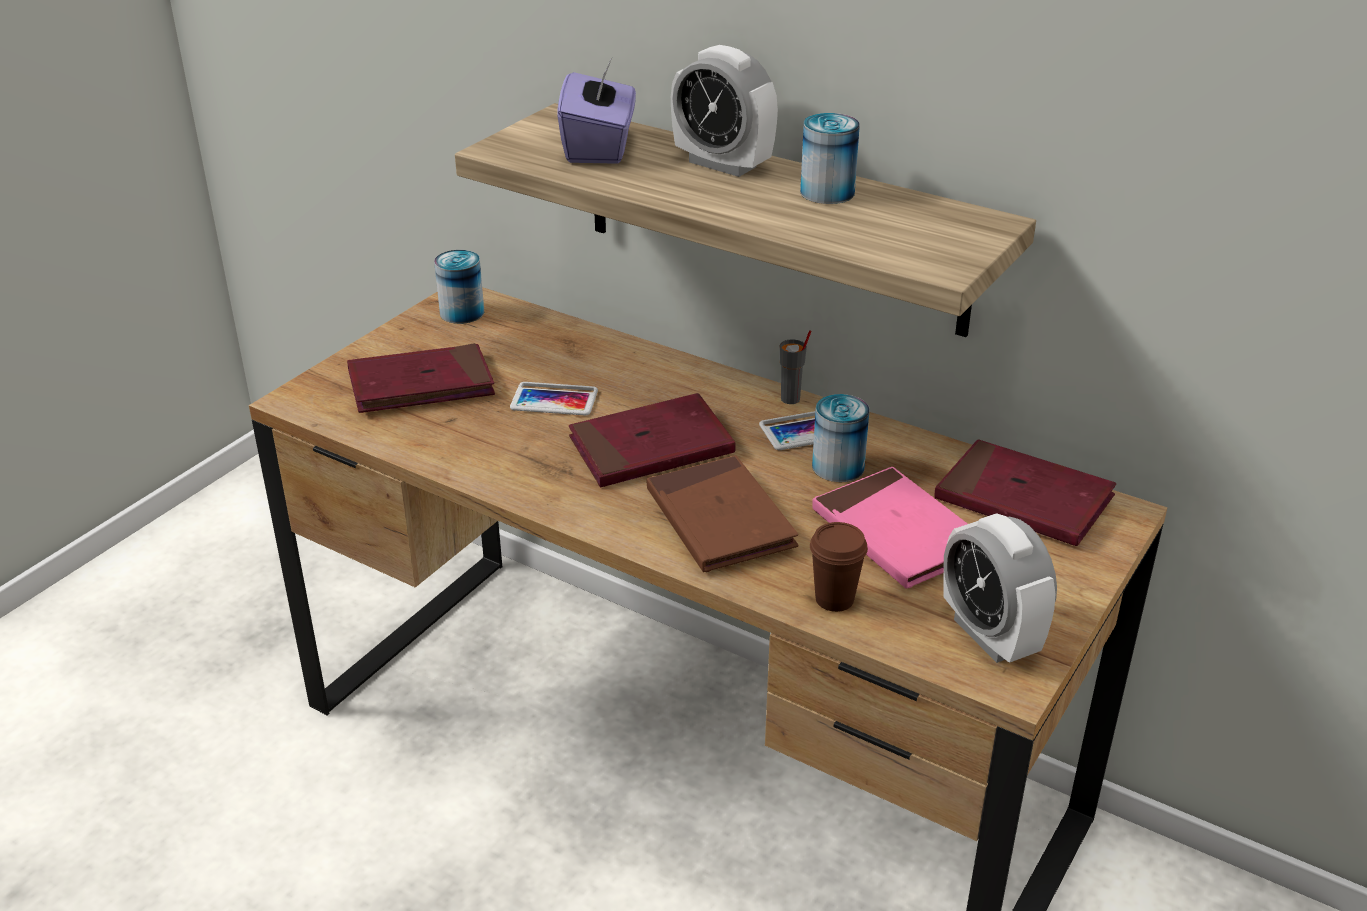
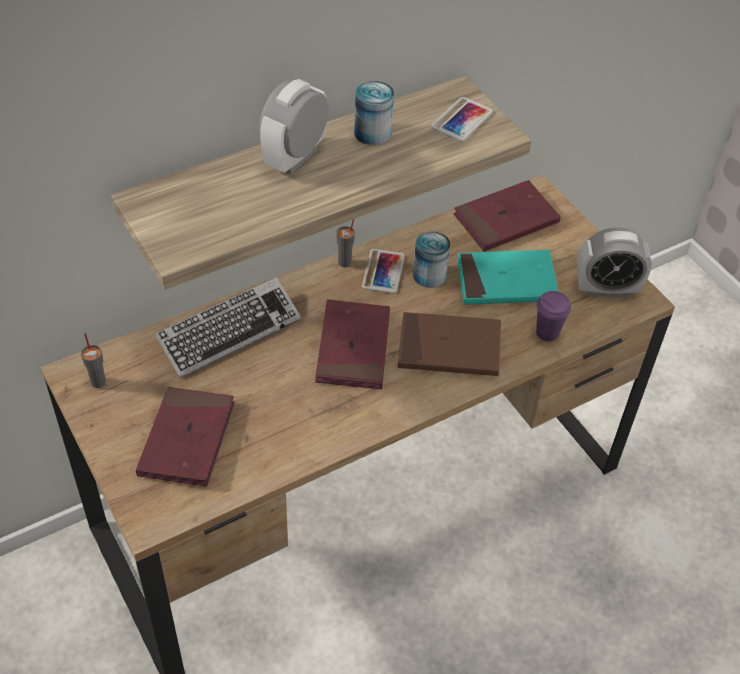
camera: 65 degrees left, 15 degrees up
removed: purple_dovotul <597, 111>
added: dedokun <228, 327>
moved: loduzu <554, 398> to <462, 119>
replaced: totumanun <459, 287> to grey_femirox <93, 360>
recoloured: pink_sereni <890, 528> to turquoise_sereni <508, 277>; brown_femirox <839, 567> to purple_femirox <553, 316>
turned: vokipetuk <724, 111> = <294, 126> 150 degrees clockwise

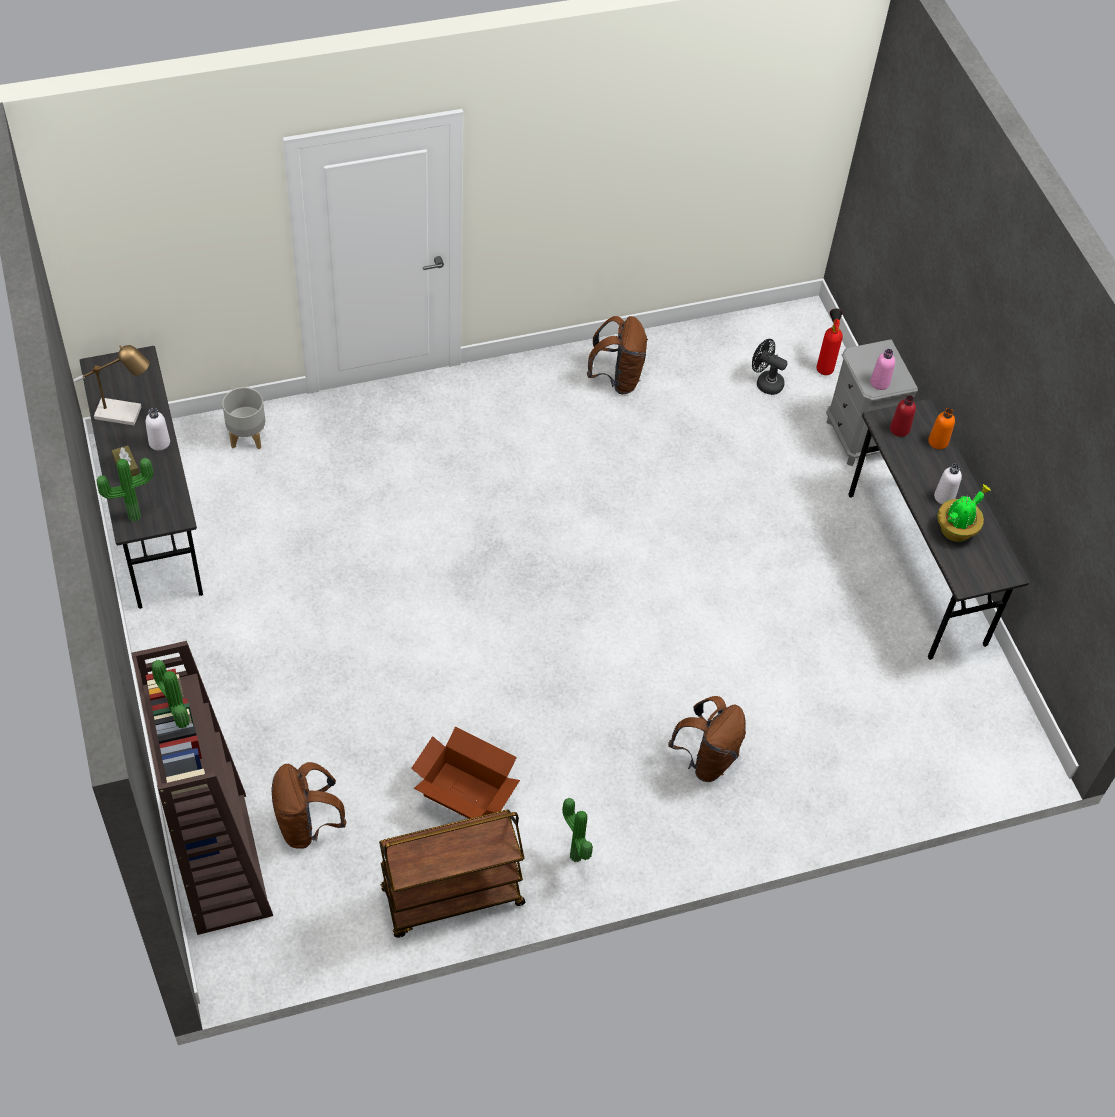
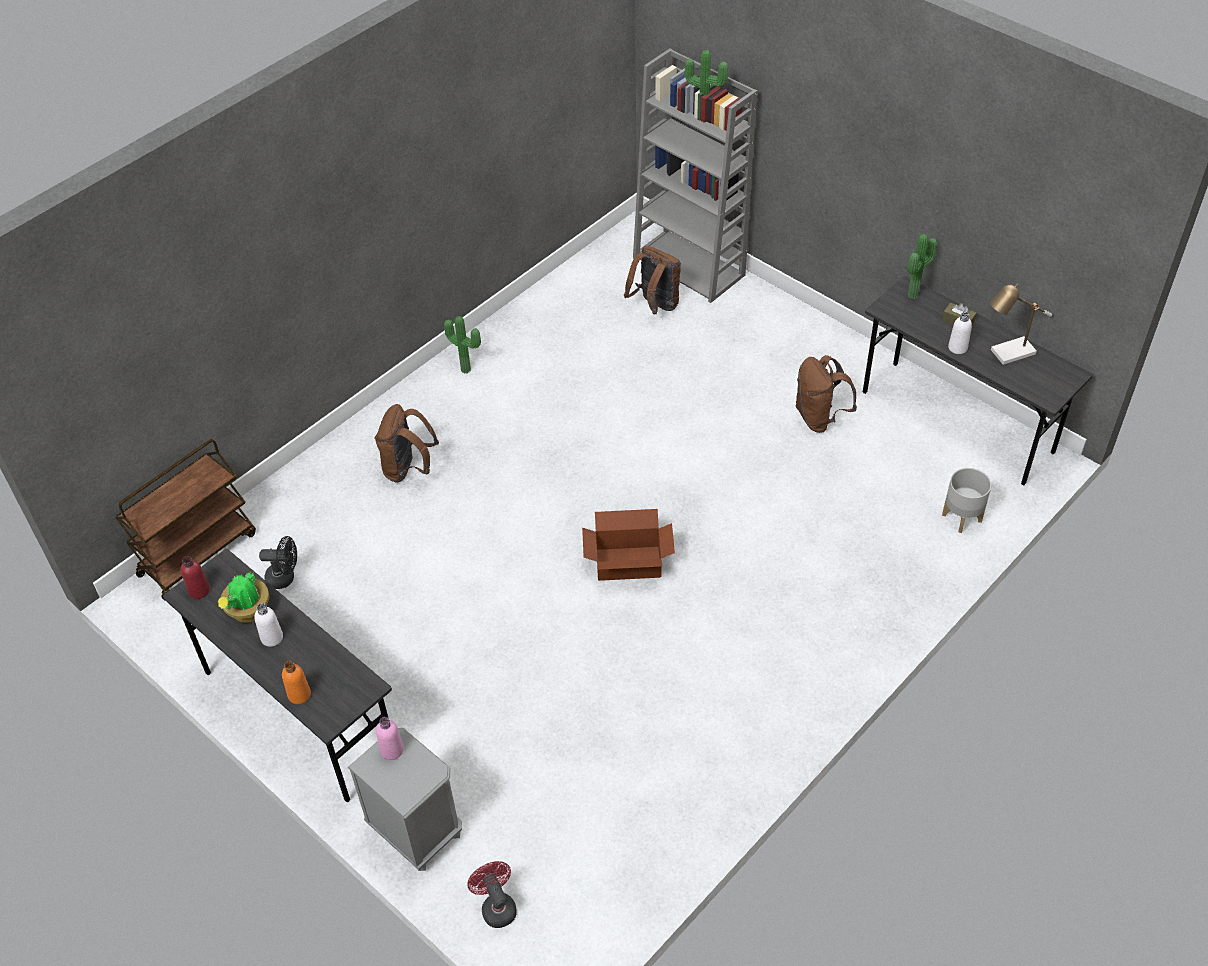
camera: 155 degrees right, 5 degrees down
moved: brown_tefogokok <617, 355> to <826, 394>; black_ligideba <770, 367> to <278, 562>; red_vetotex <903, 416> to <195, 577>; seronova <465, 773> to <628, 545>; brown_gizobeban <452, 873> to <185, 519>
replaced: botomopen <829, 341> to red_ligideba <492, 894>
recoloured: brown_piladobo <202, 788> to grey_piladobo <695, 176>

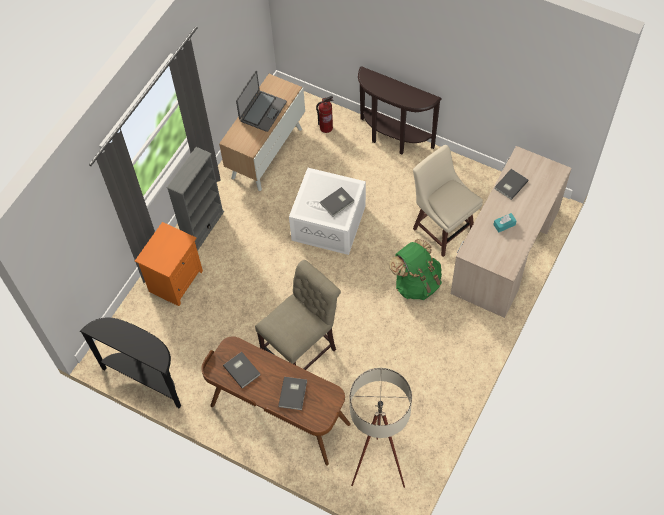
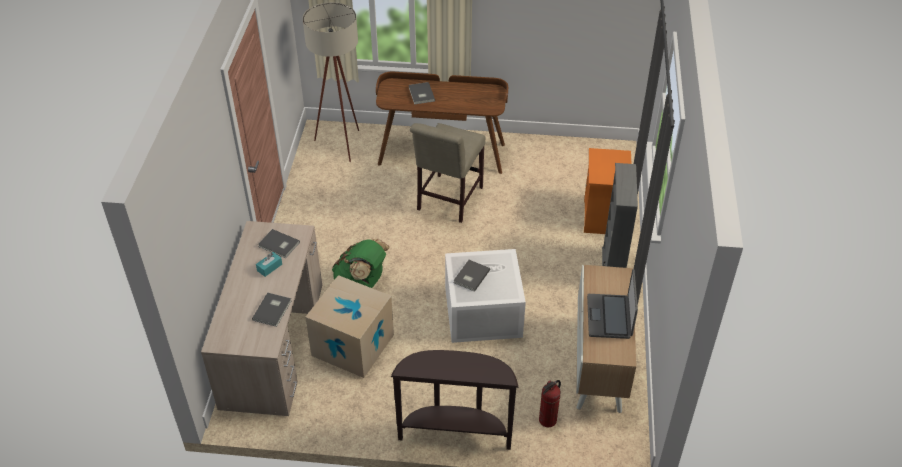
camera: 155 degrees right, 15 degrees down
removed: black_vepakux <130, 363>
moved: grey_sereni <241, 370> to <279, 243>
replaced: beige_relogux <448, 201> to seronova <349, 326>

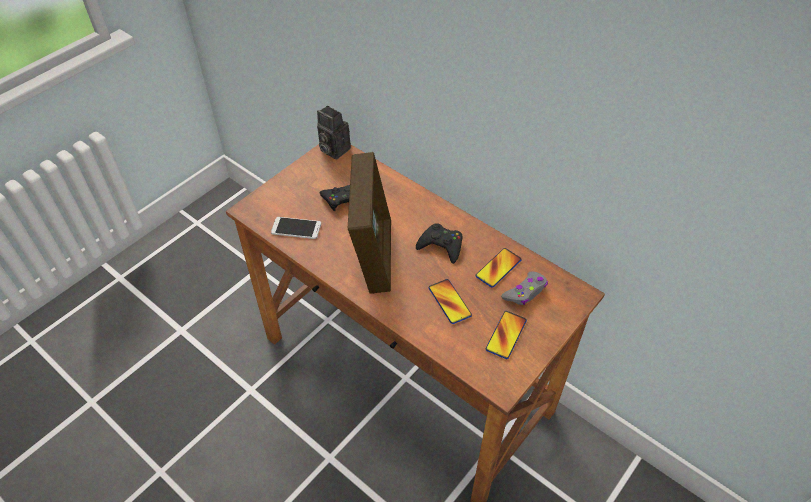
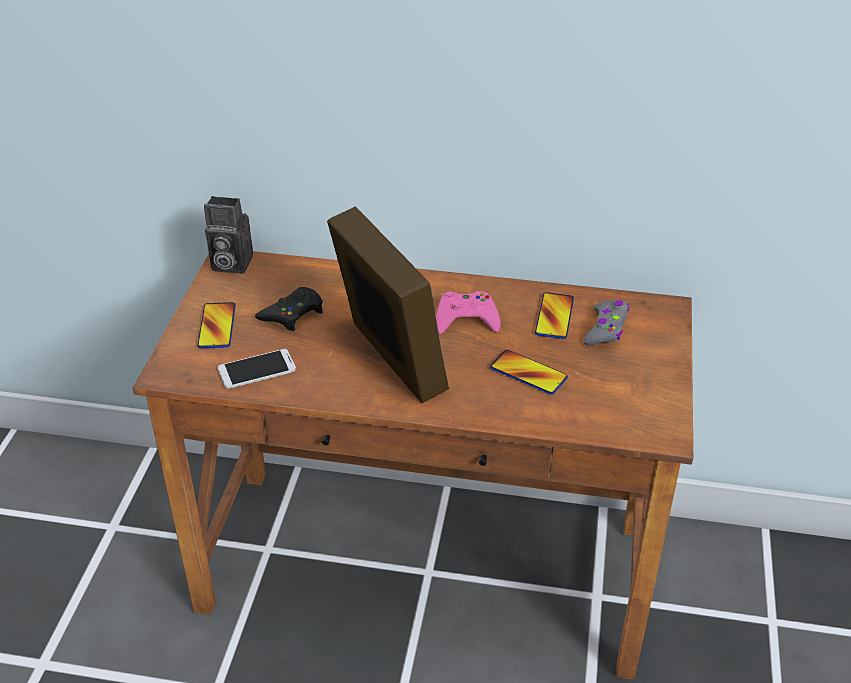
camera: 30 degrees left, 10 degrees down
moved: loduzu <506, 335> to <216, 325>
recoloured: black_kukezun <439, 243> to pink_kukezun <468, 312>

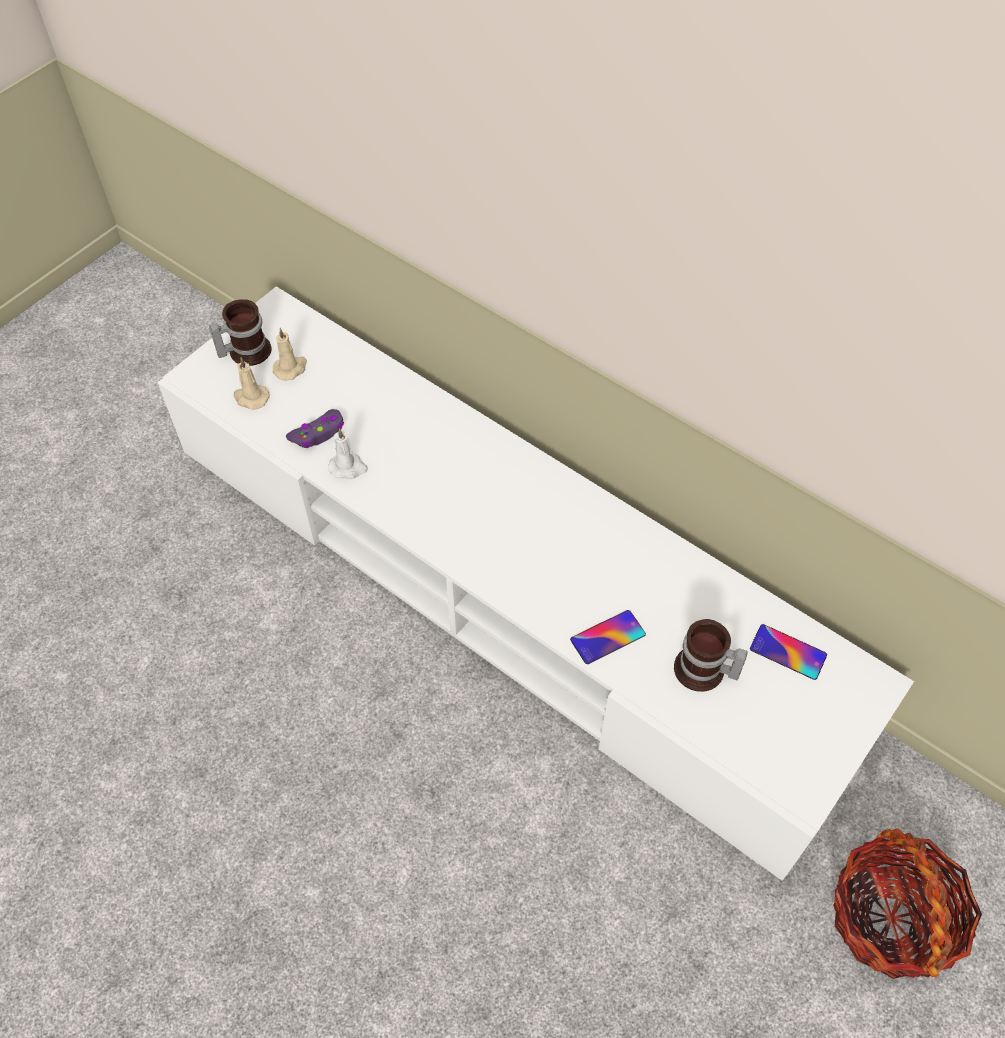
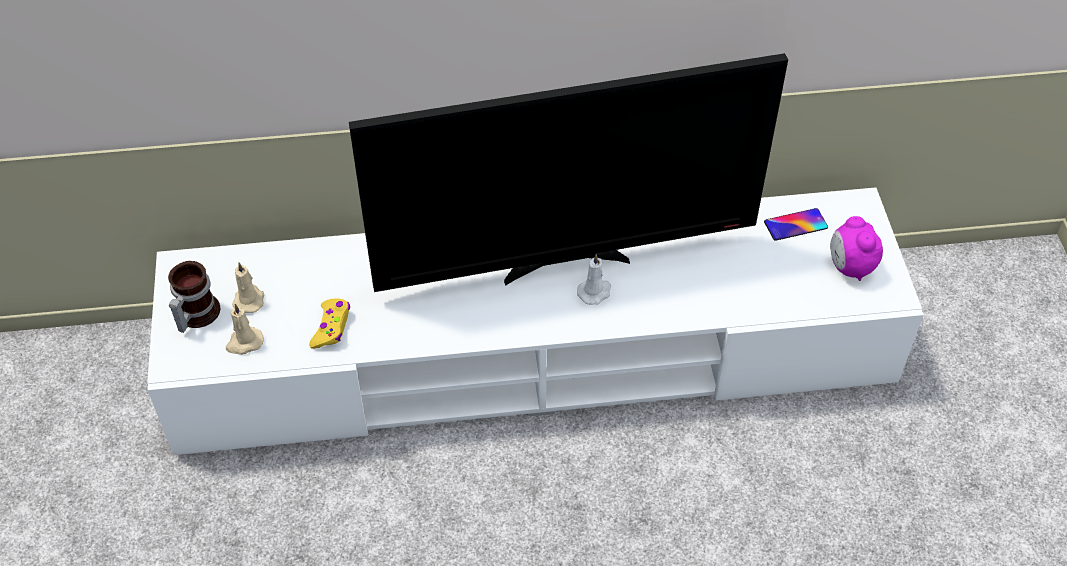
camera: 45 degrees left, 5 degrees down
removed: loduzu <608, 637>; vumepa <711, 655>; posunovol <907, 903>
added: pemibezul <568, 172>; vokipetuk <856, 248>
moved: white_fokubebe <348, 453> to <594, 279>
recoloured: purple_kukezun <315, 428> to yellow_kukezun <329, 324>

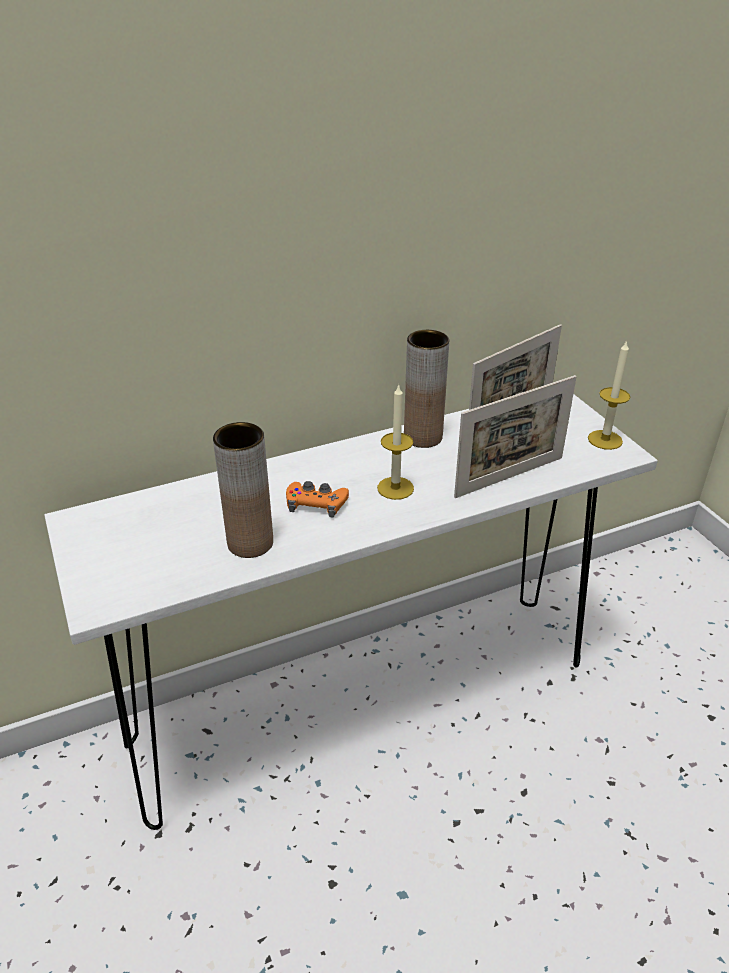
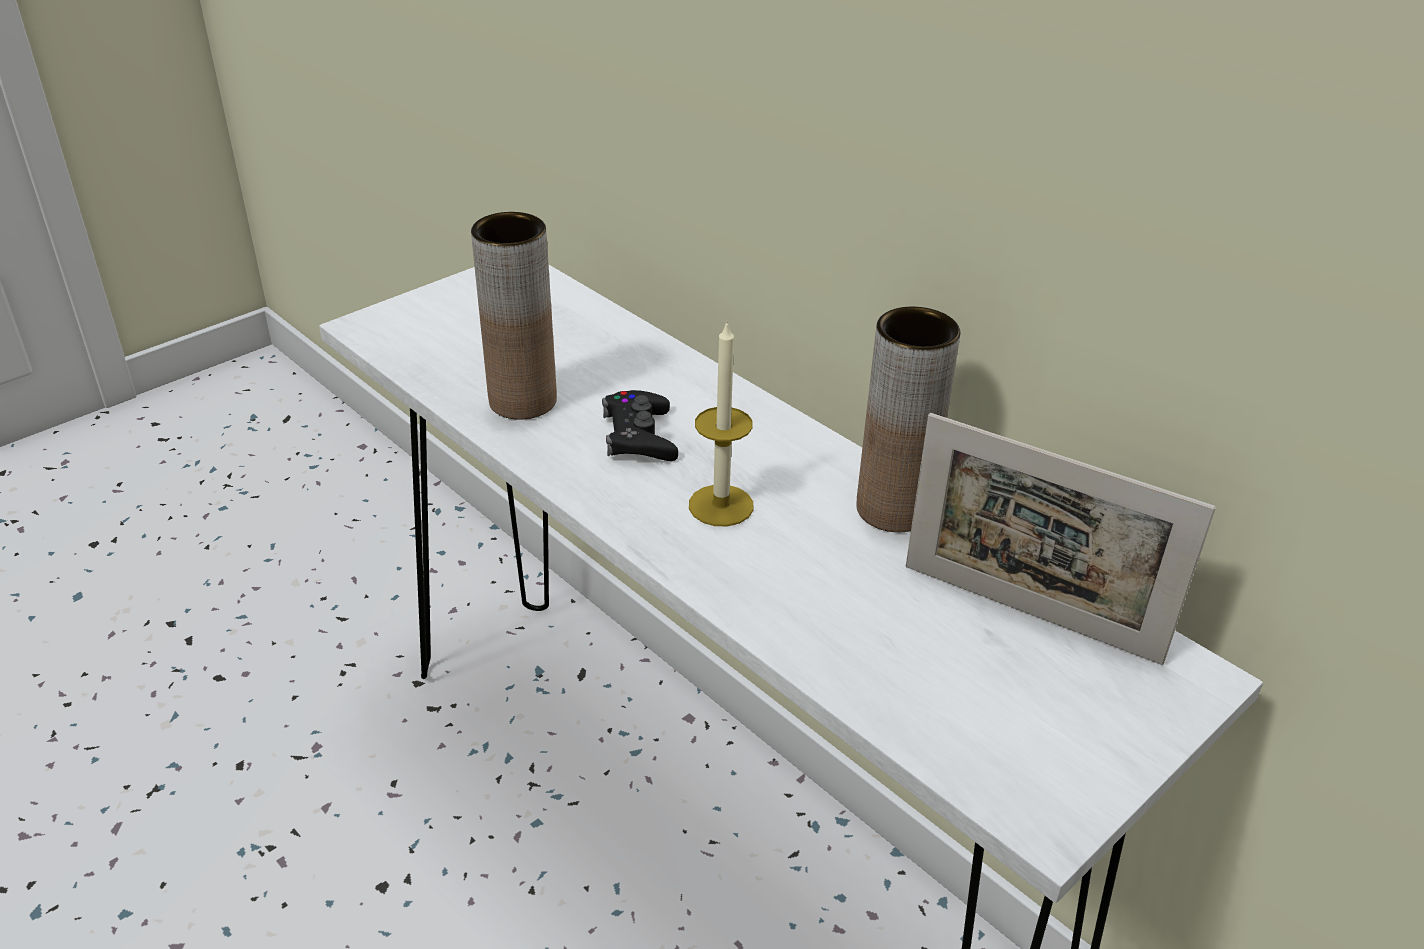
camera: 70 degrees right, 0 degrees up
removed: fokubebe <609, 395>; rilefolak <515, 436>
recoloured: orange_kukezun <317, 499> to black_kukezun <640, 425>

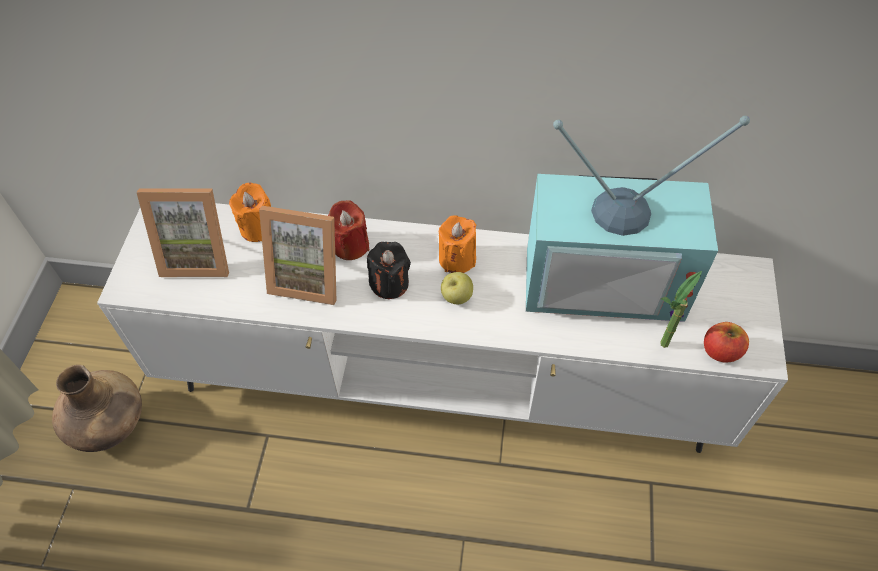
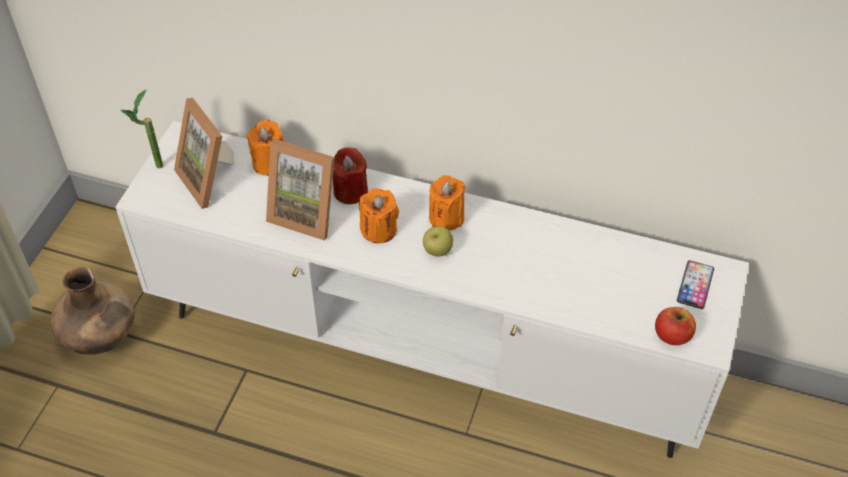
camera: 10 degrees right, 5 degrees down
removed: pemibezul <638, 219>
added: loduzu <695, 284>
moved: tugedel <681, 309> to <142, 129>
recoloured: black_fokubebe <389, 270> to orange_fokubebe <379, 215>
turned: rilefolak <182, 232> = <204, 153> 45 degrees clockwise

